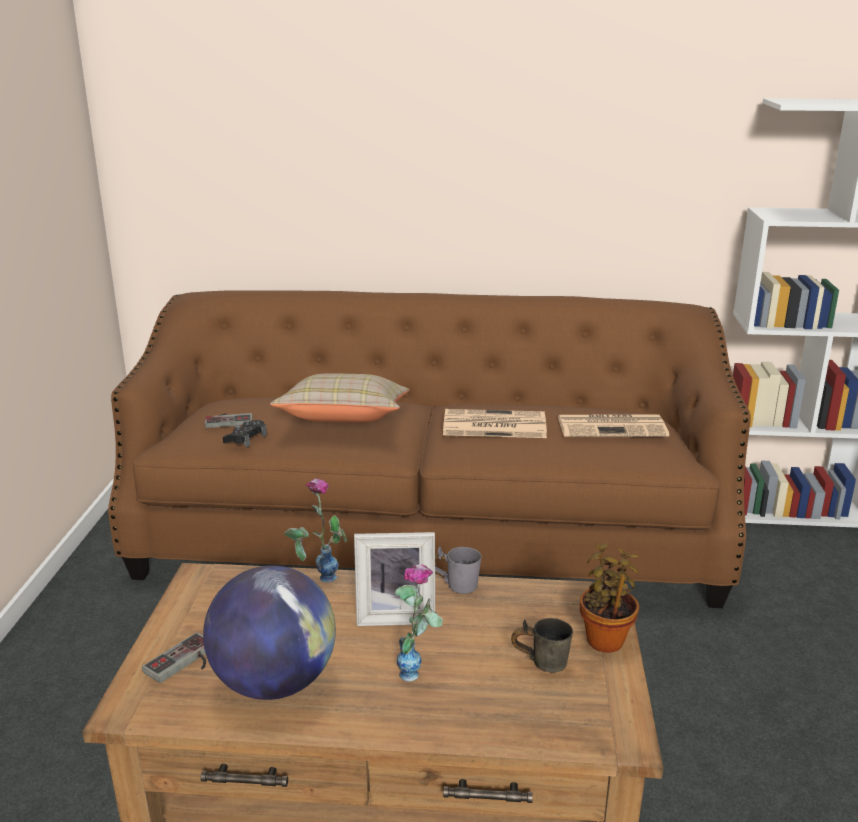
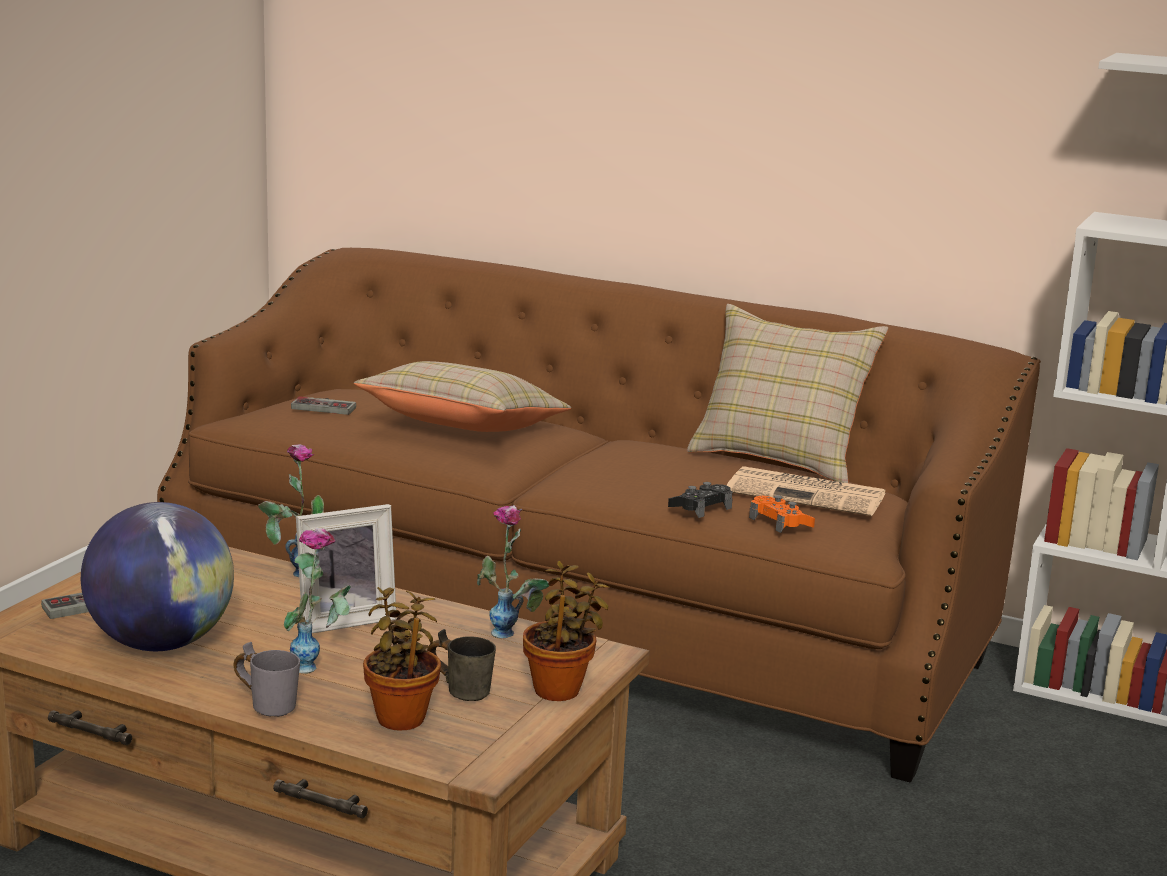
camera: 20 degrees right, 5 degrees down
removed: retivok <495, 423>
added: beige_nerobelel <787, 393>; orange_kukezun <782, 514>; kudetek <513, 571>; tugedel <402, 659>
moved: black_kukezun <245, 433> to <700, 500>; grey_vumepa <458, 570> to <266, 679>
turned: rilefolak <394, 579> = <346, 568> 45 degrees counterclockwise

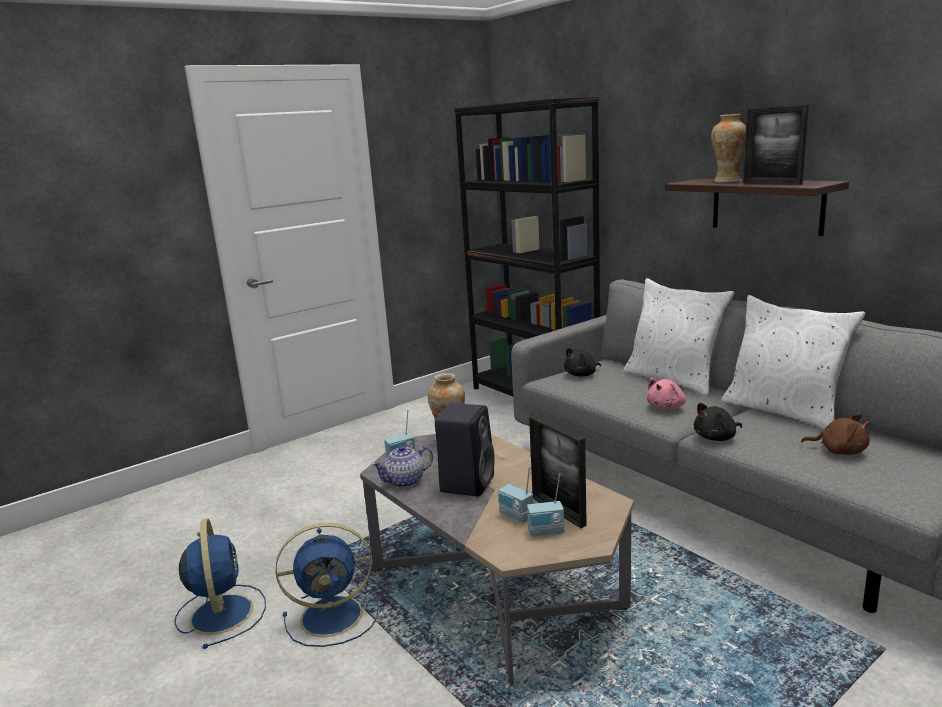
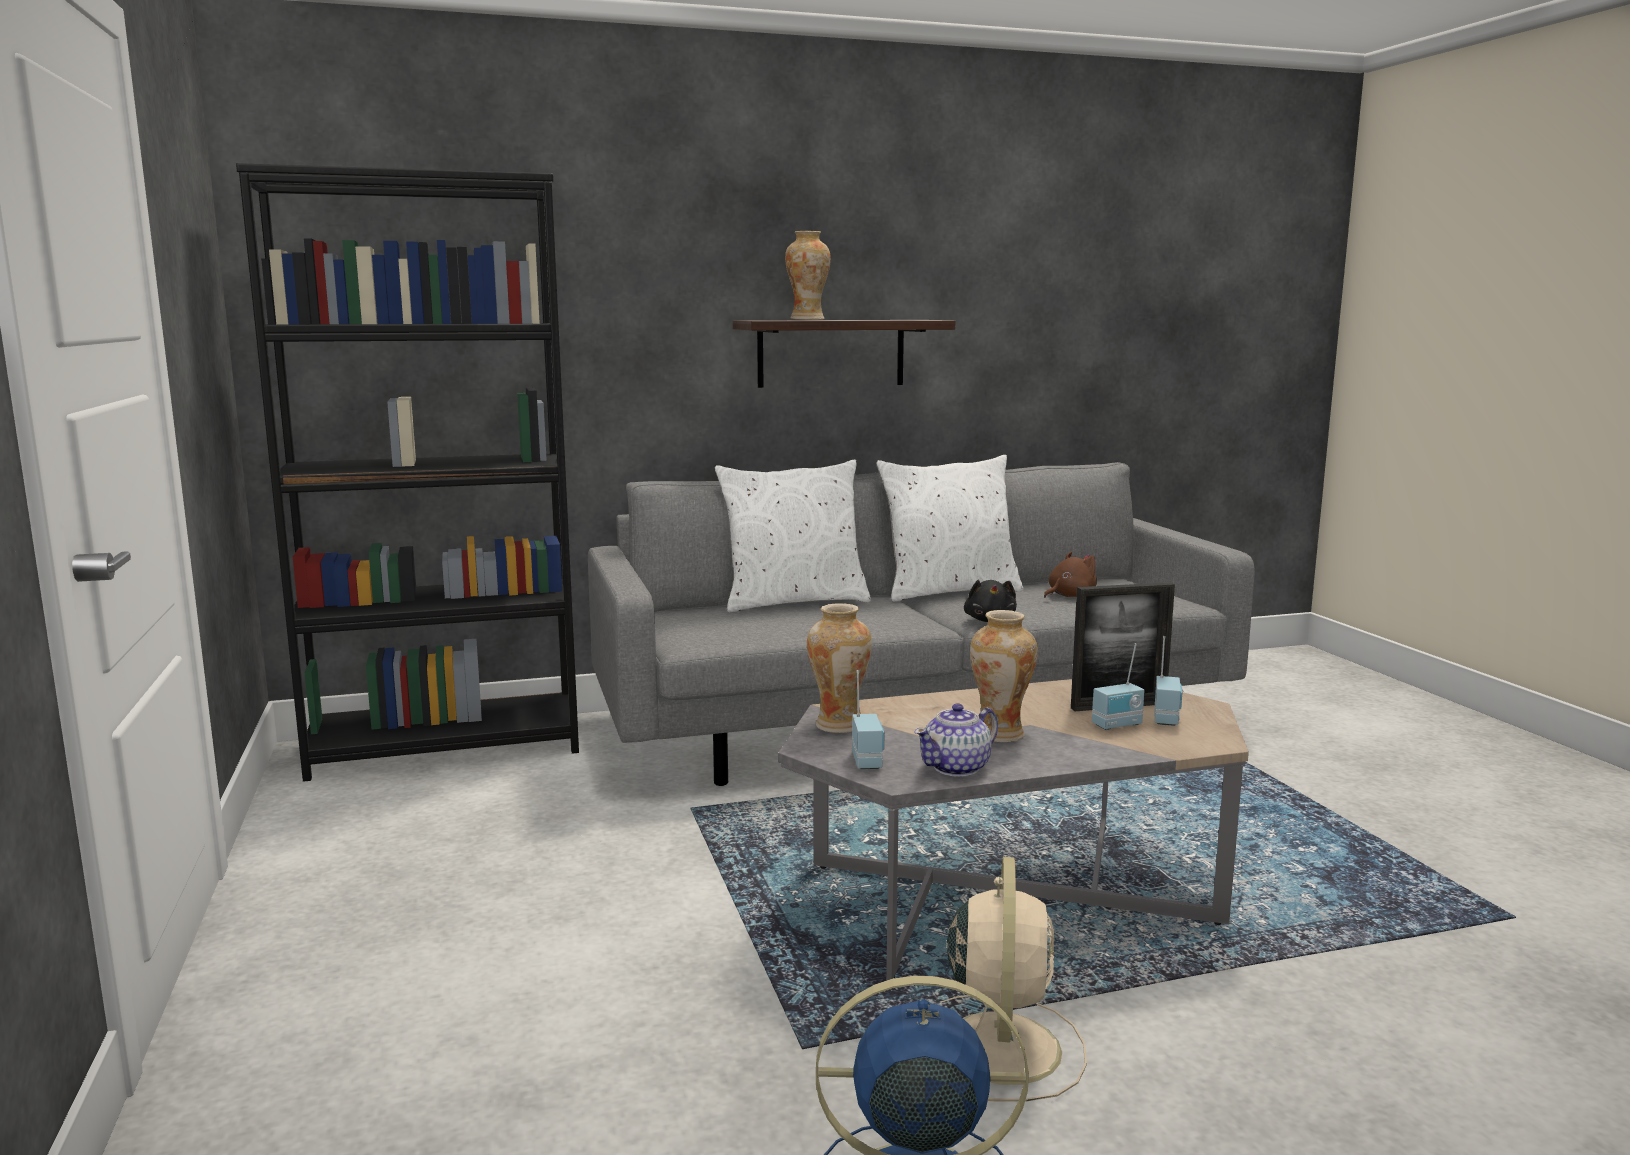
camera: 70 degrees left, 5 degrees down
removed: rilefolak <776, 145>; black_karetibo <582, 362>; pink_karetibo <666, 394>
replaced: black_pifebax <465, 449> to kudetek <1004, 676>
recoloured: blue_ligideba <327, 585> to beige_ligideba <1013, 979>
turned: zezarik <402, 467> = <956, 740> 60 degrees clockwise

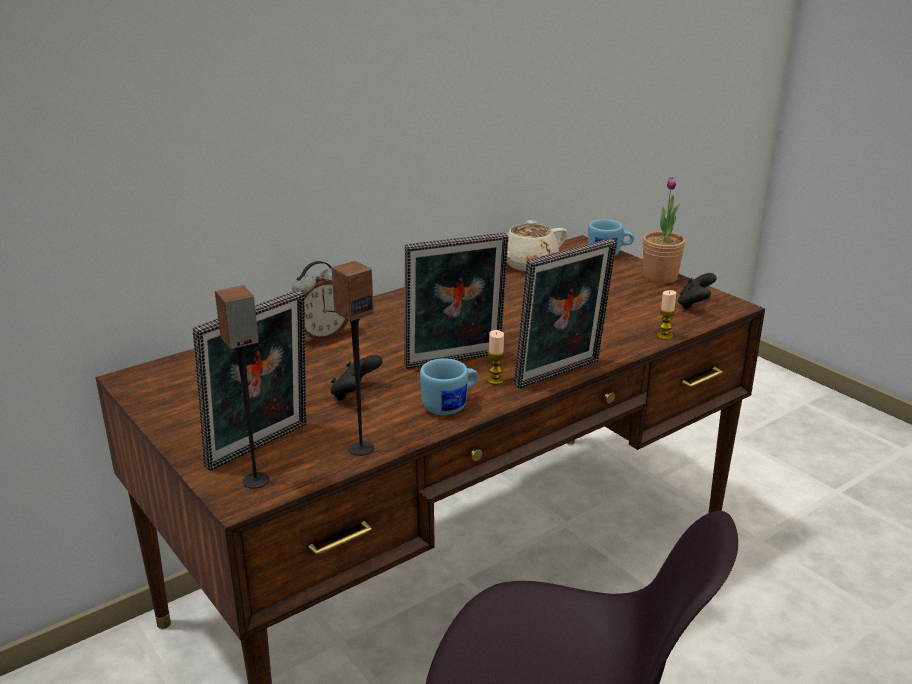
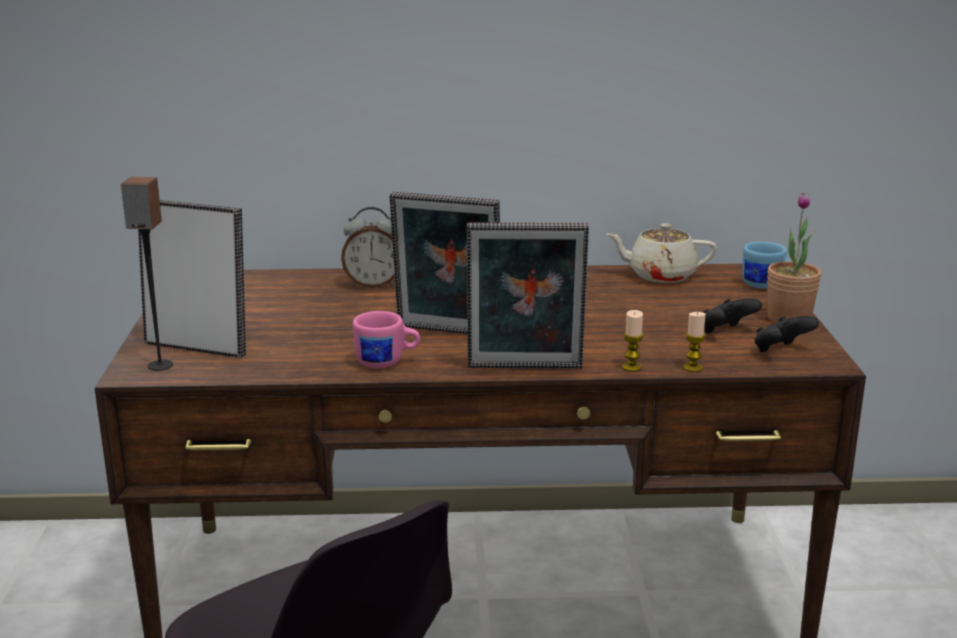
camera: 35 degrees right, 5 degrees down
removed: pifebax <352, 358>
moved: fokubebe <496, 357> to <633, 341>; black_kukezun <357, 378> to <732, 316>
recoloured: blue_vumepa <449, 386> to pink_vumepa <386, 339>
turned: rilefolak <249, 380> = <192, 279> 150 degrees counterclockwise

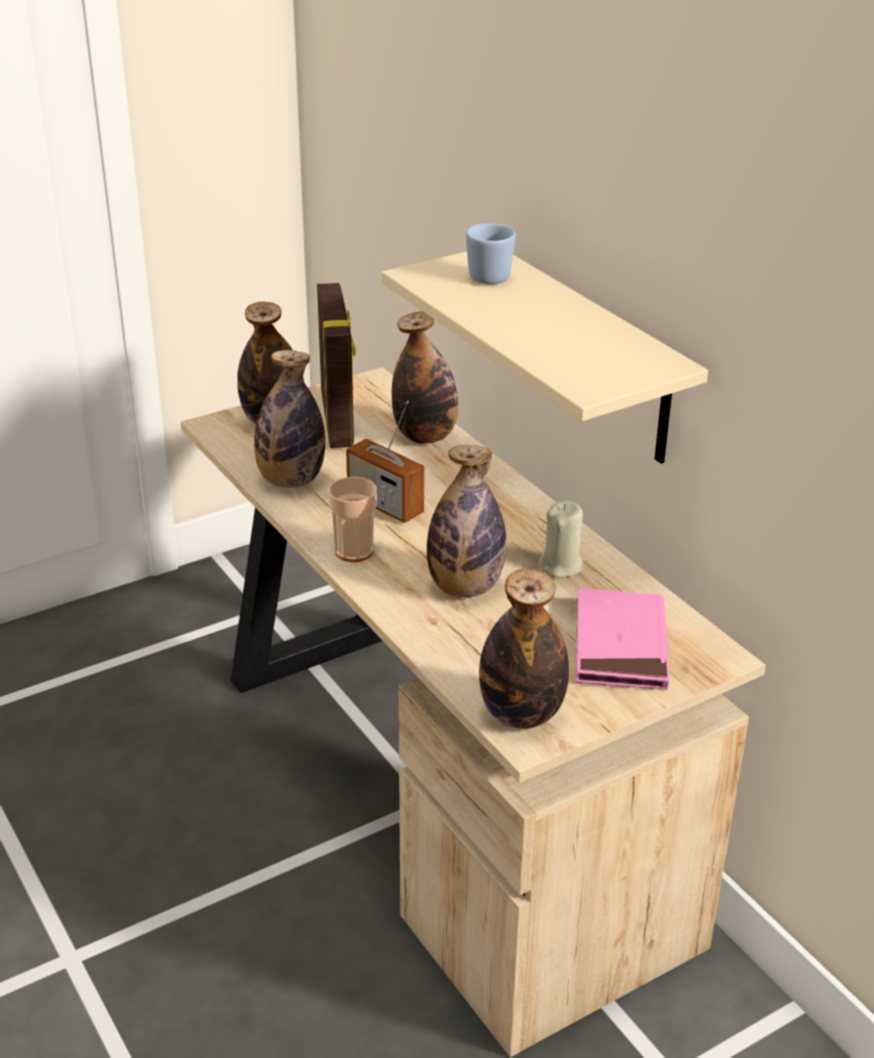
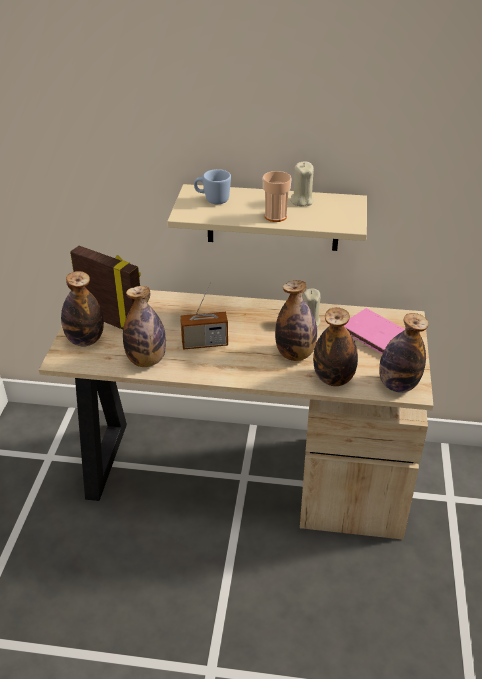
camera: 50 degrees left, 5 degrees up
added: beige_fokubebe <302, 183>
moved: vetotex <425, 378> to <335, 346>; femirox <352, 519> to <277, 196>

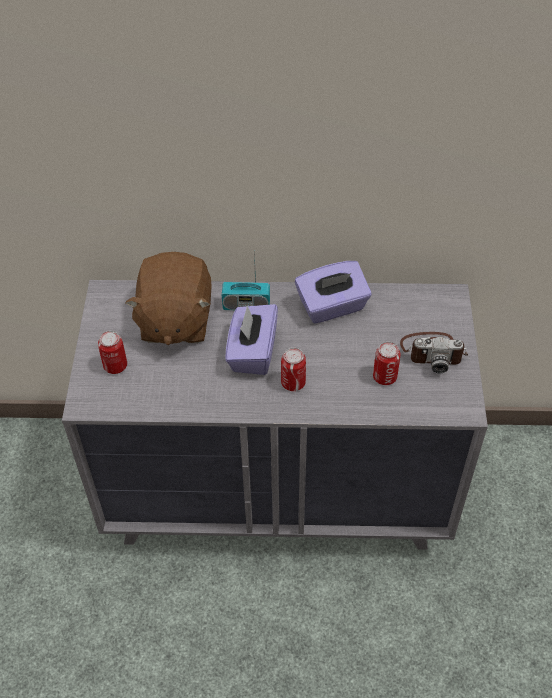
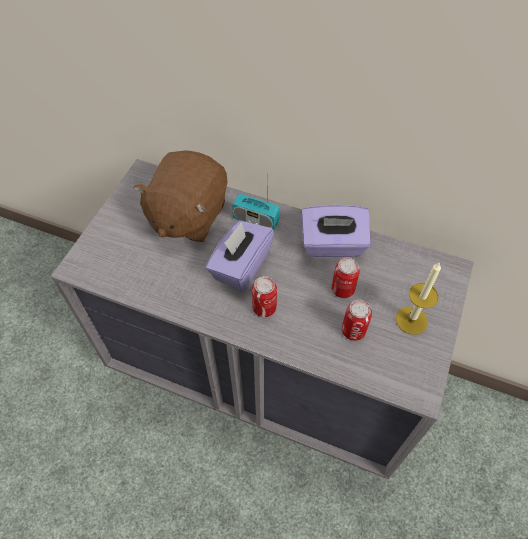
camera: 20 degrees right, 5 degrees up
moved: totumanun <112, 352> to <345, 277>
replaced: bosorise <434, 352> to fokubebe <418, 298>

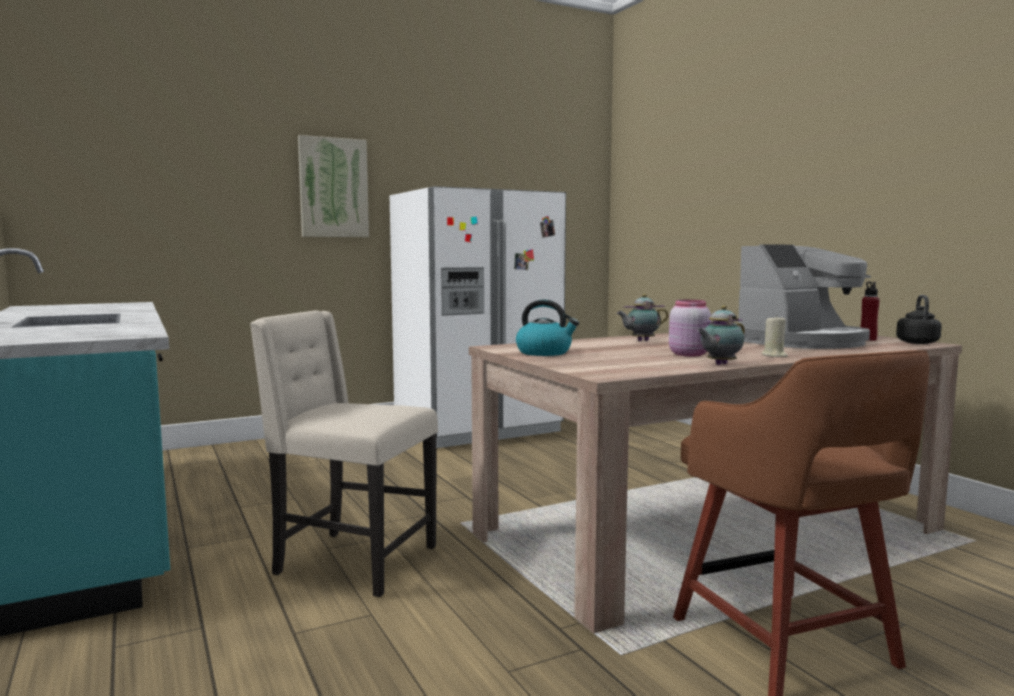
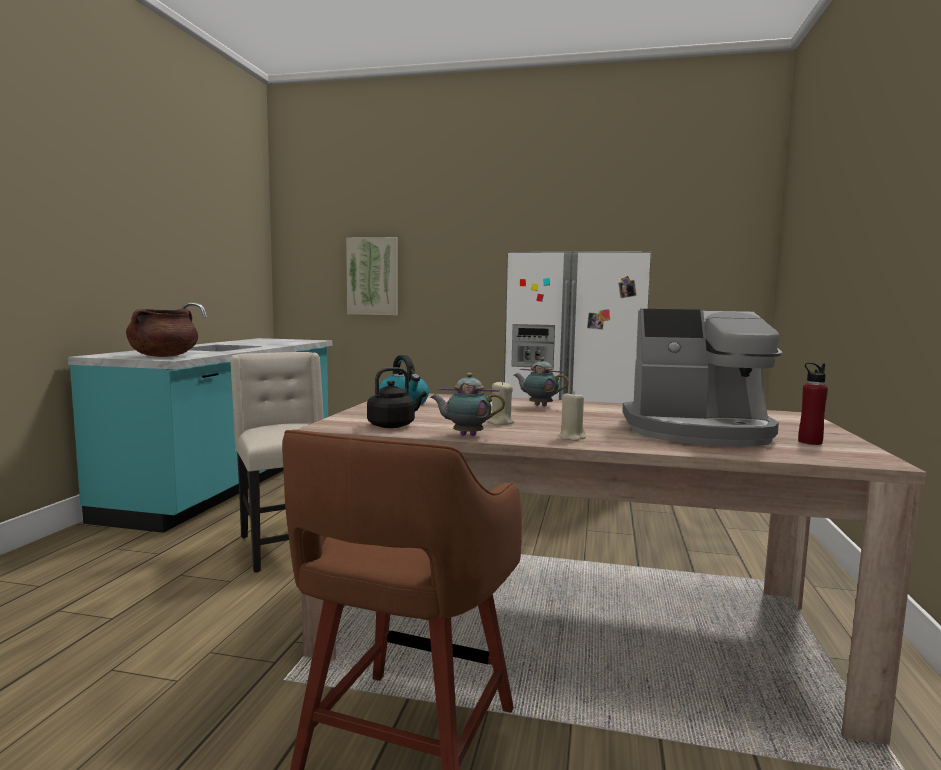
camera: 40 degrees right, 0 degrees up
added: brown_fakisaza <162, 333>
moved: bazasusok <333, 186> to <372, 276>; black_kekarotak <919, 319> to <396, 397>
replaced: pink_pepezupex <690, 328> to beige_fokubebe <500, 403>

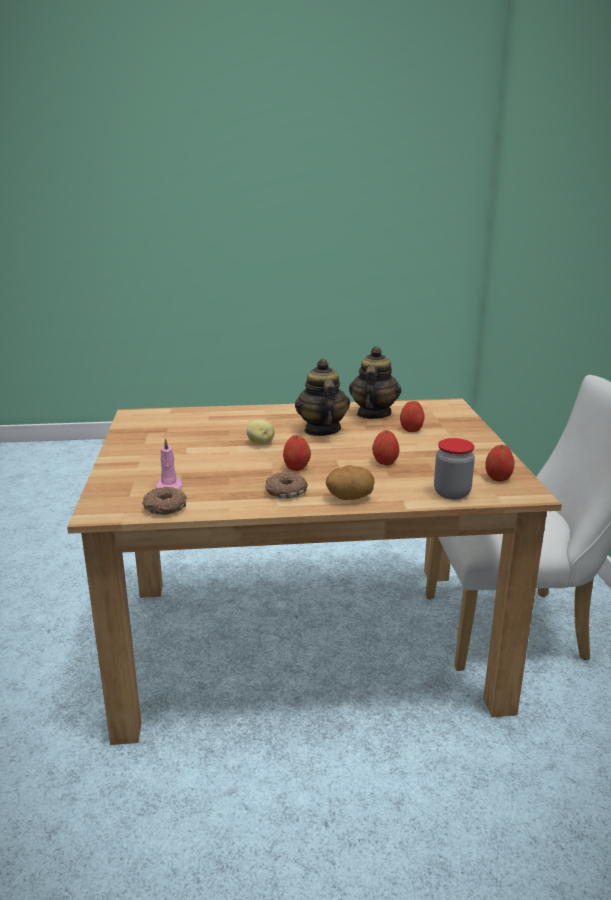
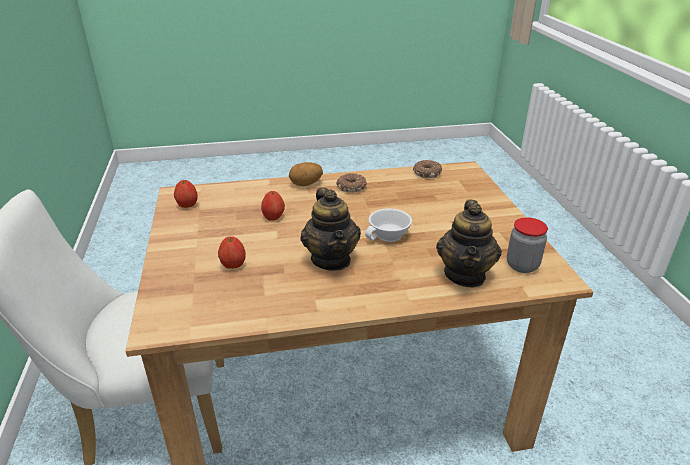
camera: 175 degrees right, 10 degrees up
removed: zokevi <297, 453>; pink_fokubebe <169, 463>
moved: zezarik <375, 382> to <469, 243>; pepezupex <454, 469> to <527, 245>
replaced: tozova <260, 432> to white_femirox <388, 225>

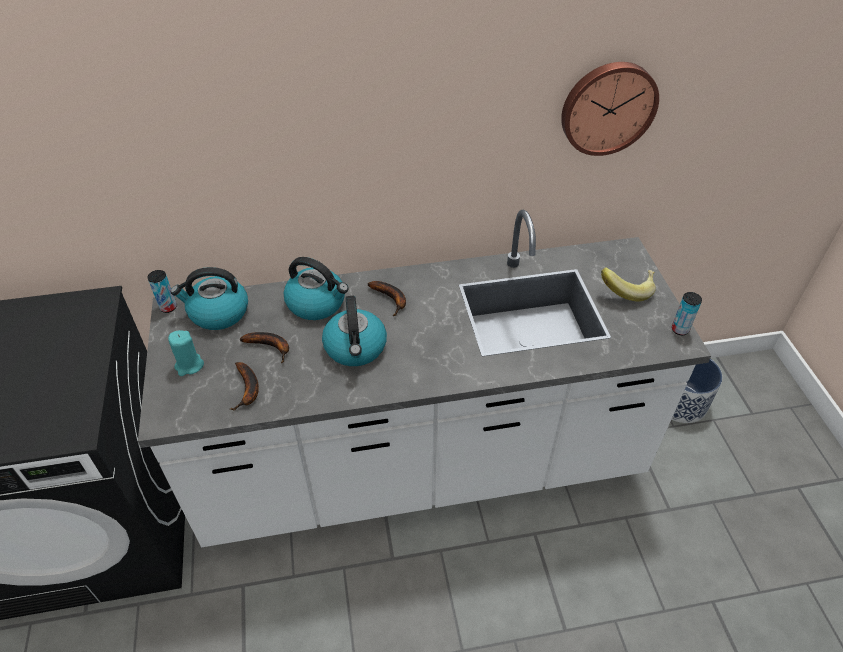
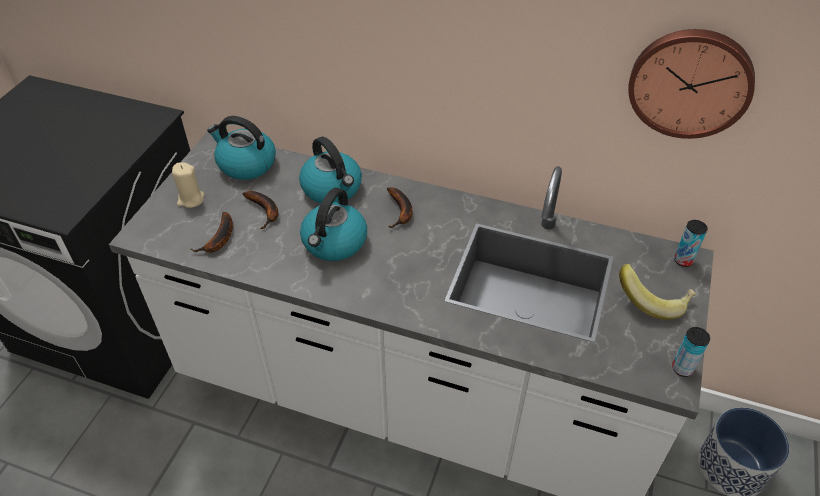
camera: 30 degrees right, 0 degrees up
moved: totumanun <162, 291> to <691, 243>
recoloured: turquoise_fokubebe <186, 353> to beige_fokubebe <188, 185>

